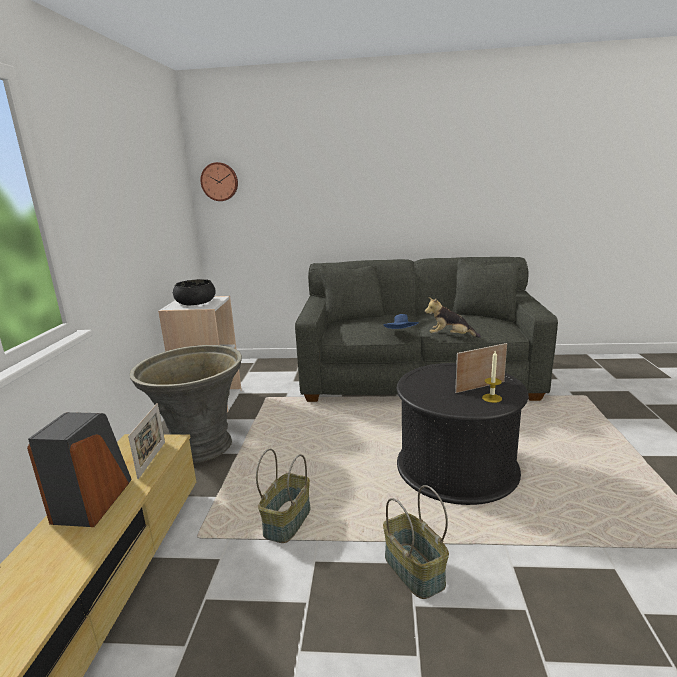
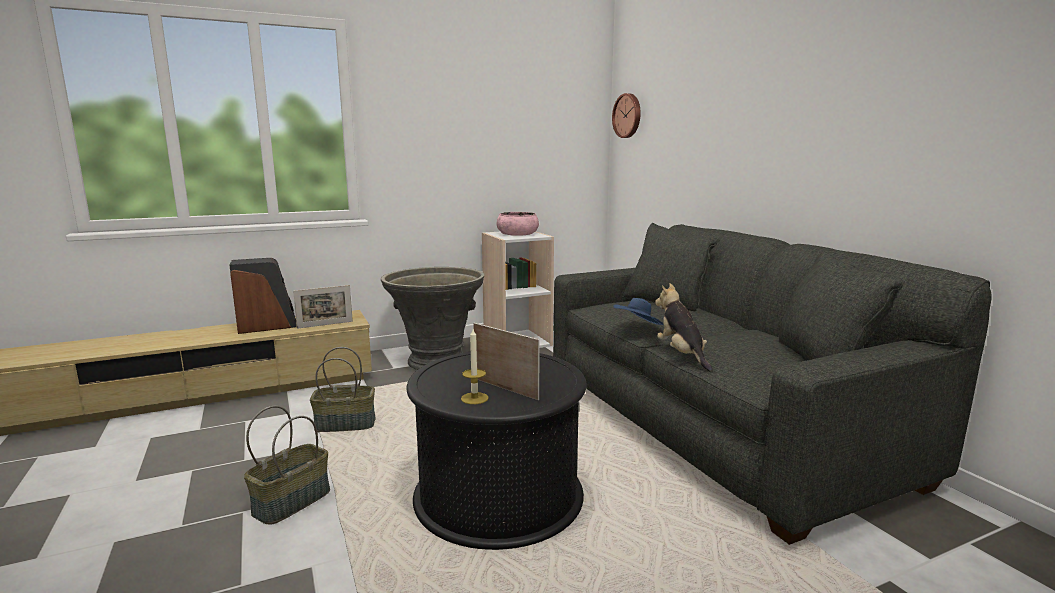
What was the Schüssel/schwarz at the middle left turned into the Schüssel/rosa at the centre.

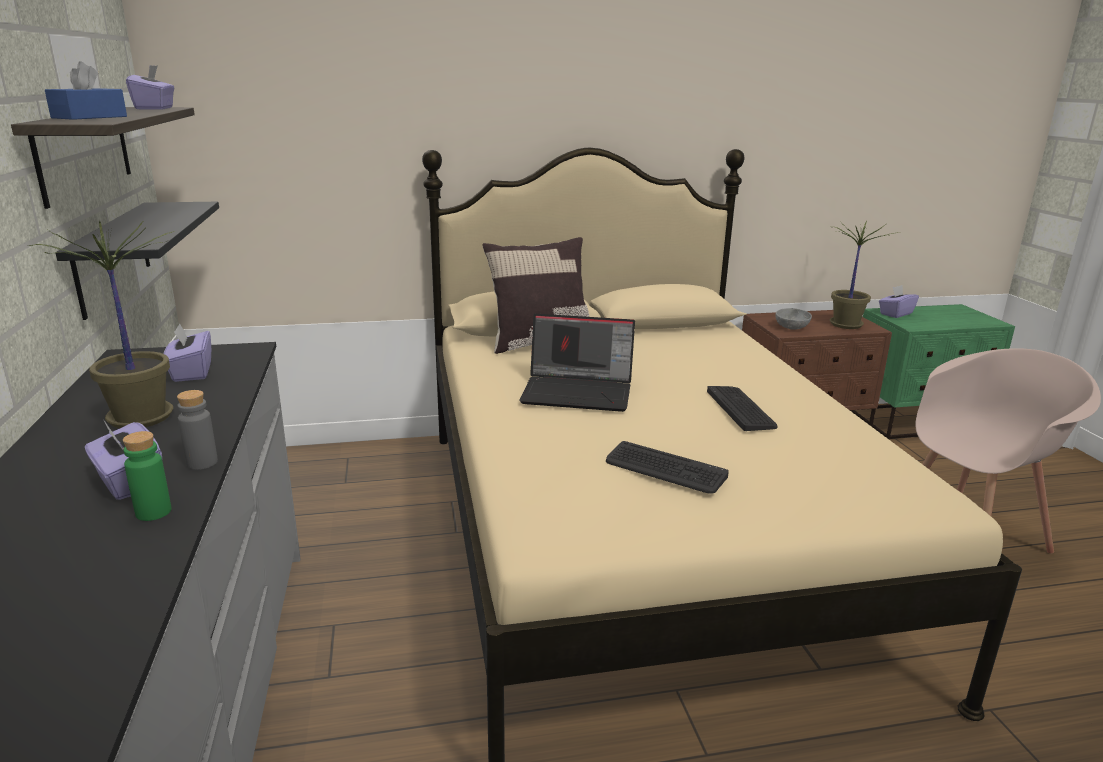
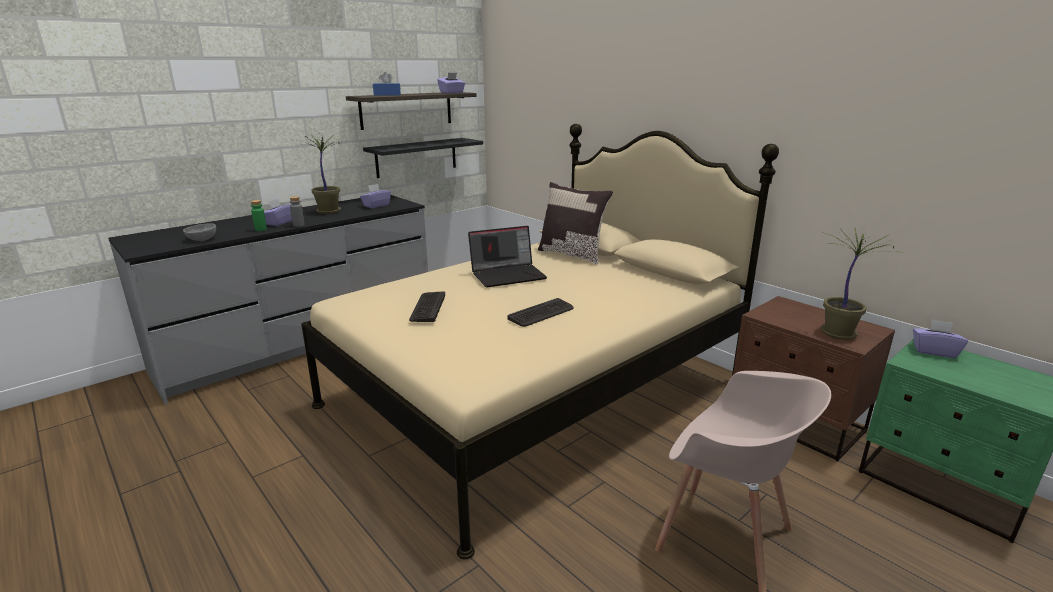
The Laptop at the centre ended up facing another way, 90 degrees counterclockwise from before. The Schüssel/grau ended up elsewhere, having gone from the middle right to the middle left.

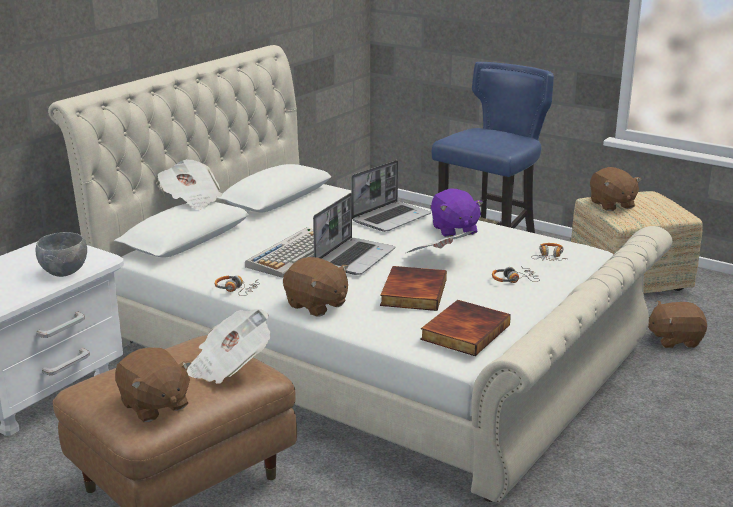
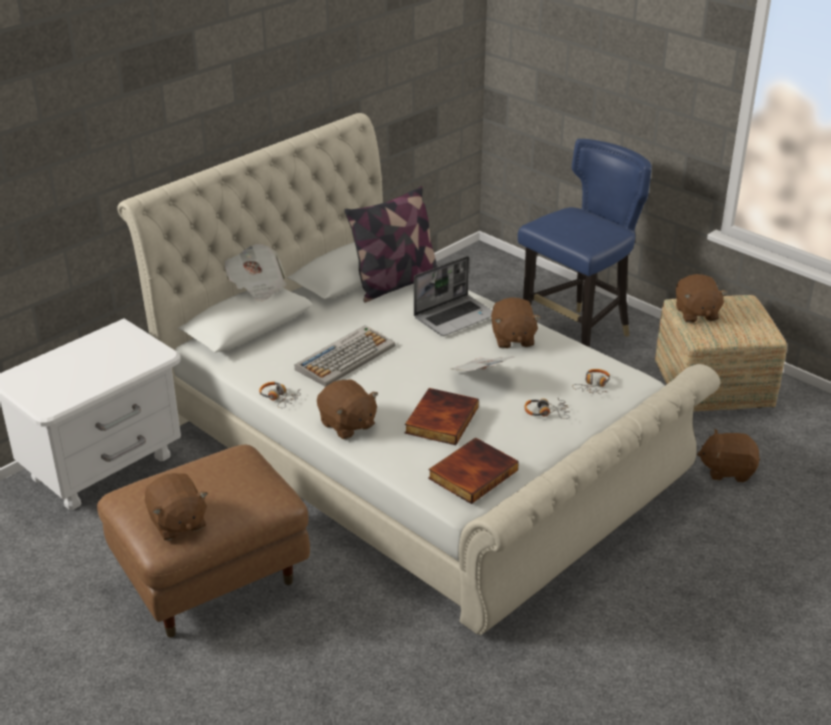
The second view lost the Schüssel/grau at the middle left. The second view lost the Zeitung (no. 2 from left) at the bottom left. The second view lost the Laptop (no. 1 from left) at the centre. What was the Plüschtier/lila at the centre turned into the Plüschtier/braun (no. 3 from left) at the centre. The second view gained the Kissen at the centre.

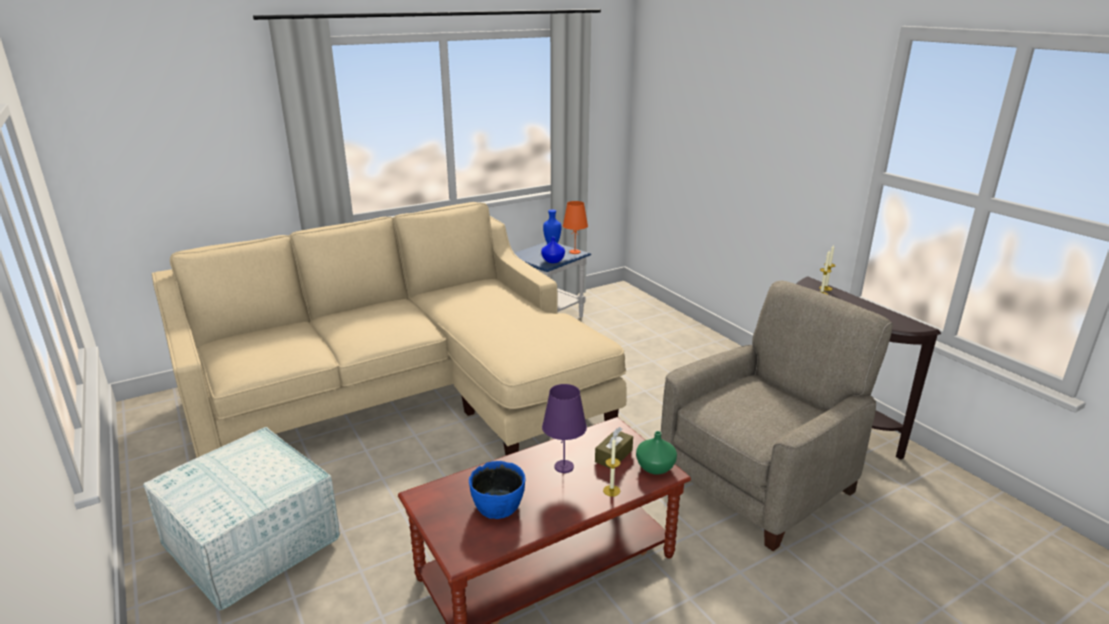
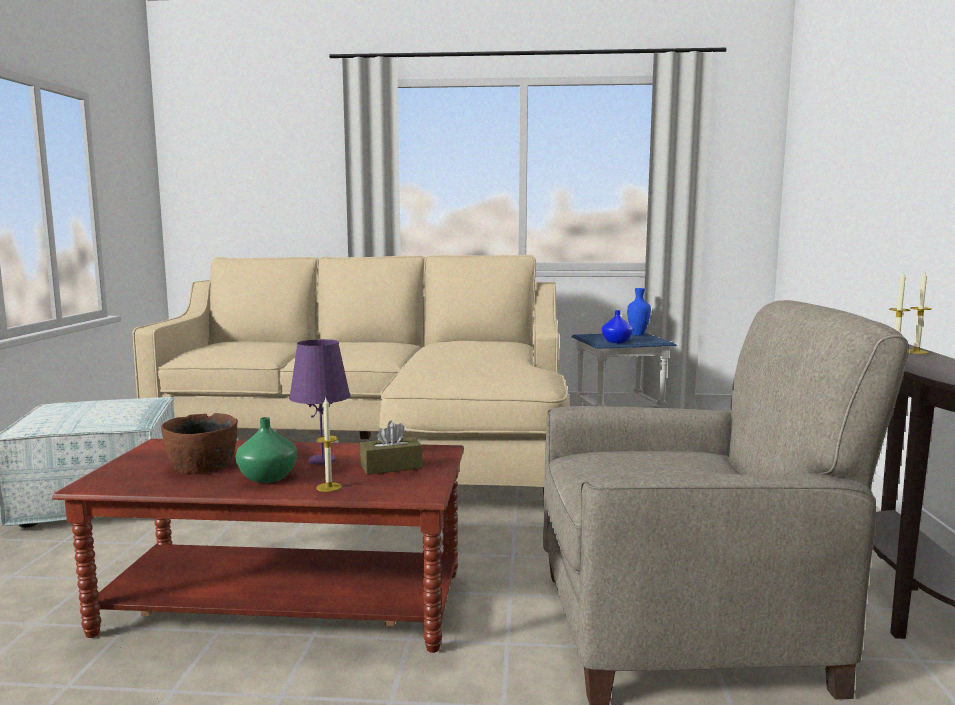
What was the Schüssel/blau at the bottom centre turned into the Schüssel/braun at the middle left. The second view lost the Tischlampe/orange at the centre. The Vase/grün ended up elsewhere, having gone from the bottom centre to the middle left.

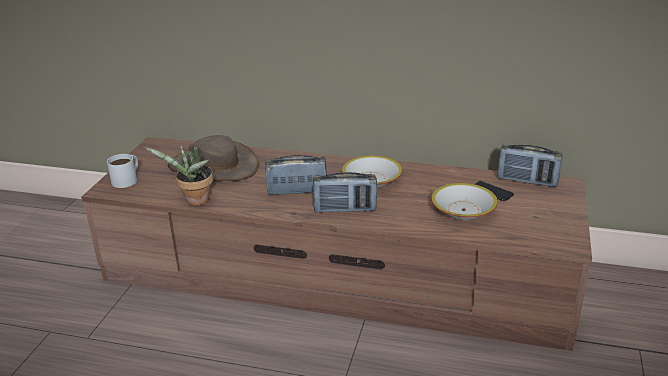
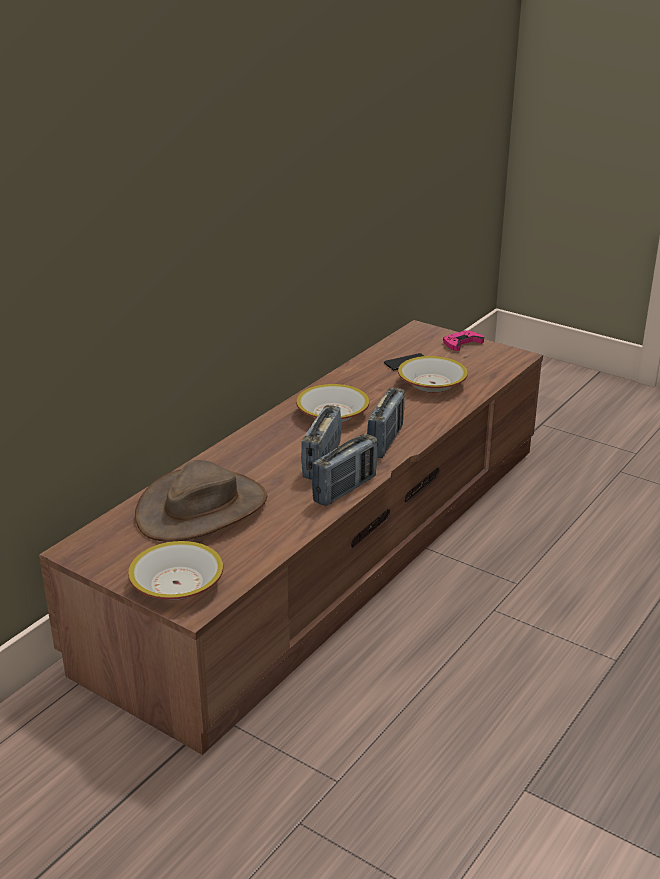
Where the Henkelbecher/weiß stood at the middle left, the Schüssel (no. 1 from left) came to stand at the middle left. The second view lost the Topfpflanze at the middle left. The Radio (no. 3 from left in the first image) ended up elsewhere, having gone from the middle right to the centre. The second view gained the Gamepad/rosa at the middle right.

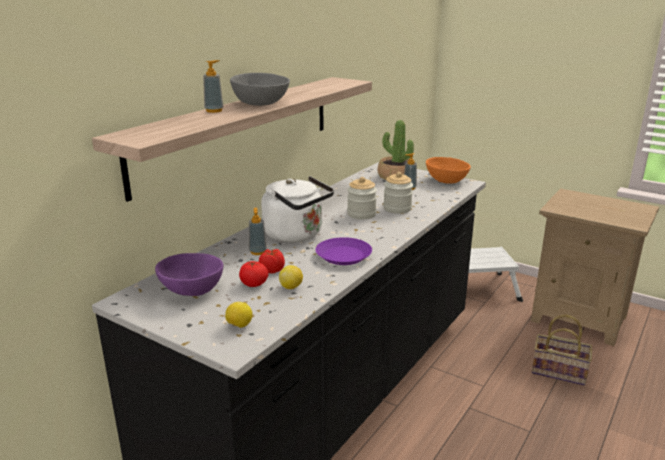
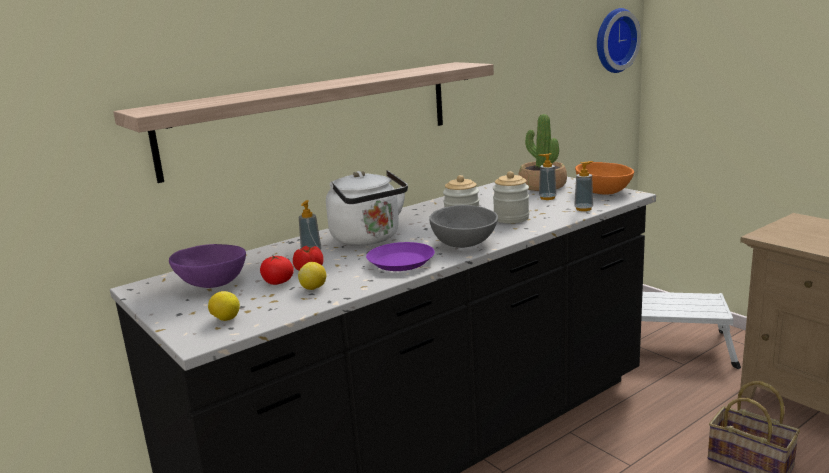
The Seifenspender (no. 1 from left in the first image) ended up elsewhere, having gone from the top left to the middle right. The Schüssel/grau ended up elsewhere, having gone from the top centre to the centre. The second view gained the Wanduhr at the top right.

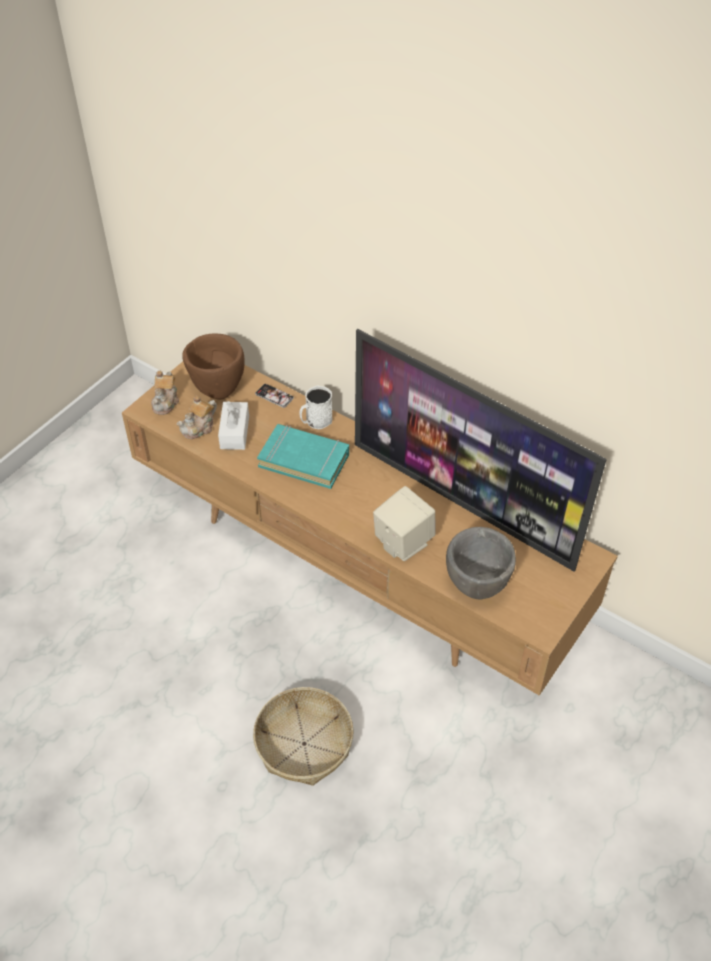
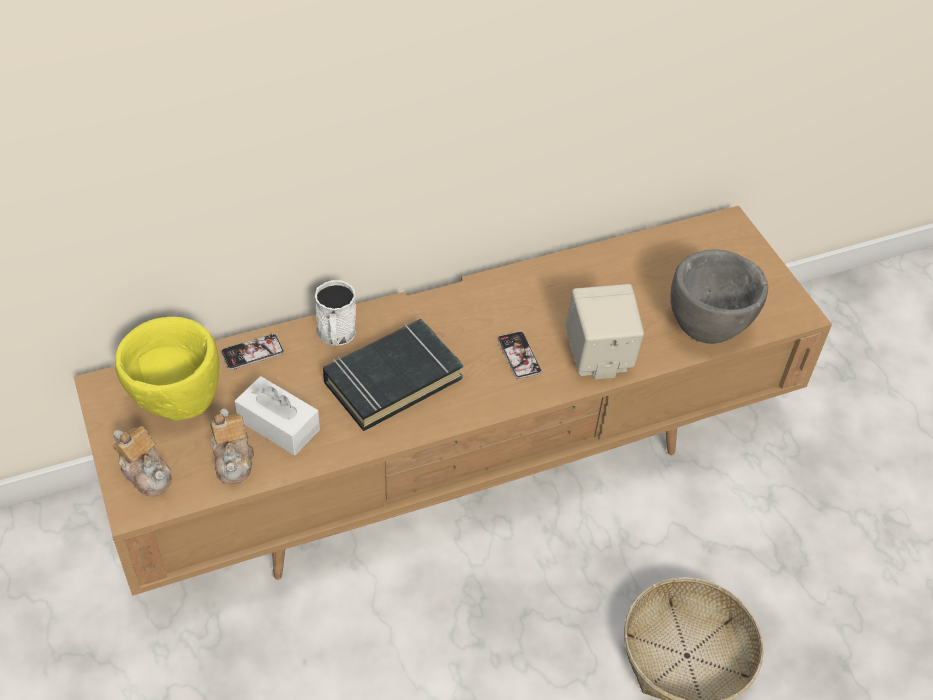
What was the Schüssel/braun at the middle left turned into the Schüssel/gelb at the middle left. What was the Buch/türkis at the centre turned into the Buch/schwarz at the centre. The second view lost the Fernseher at the middle right. The second view gained the Handy (no. 2 from left) at the centre.

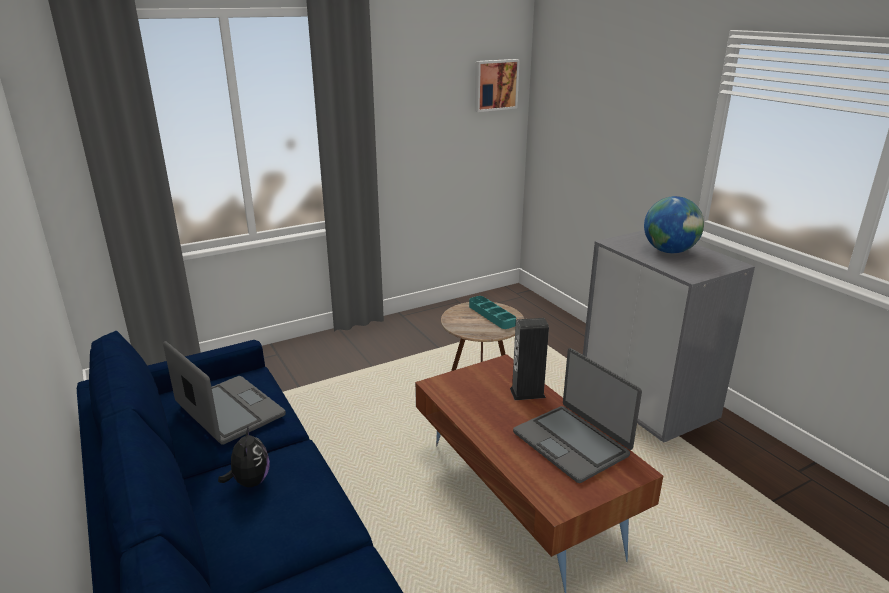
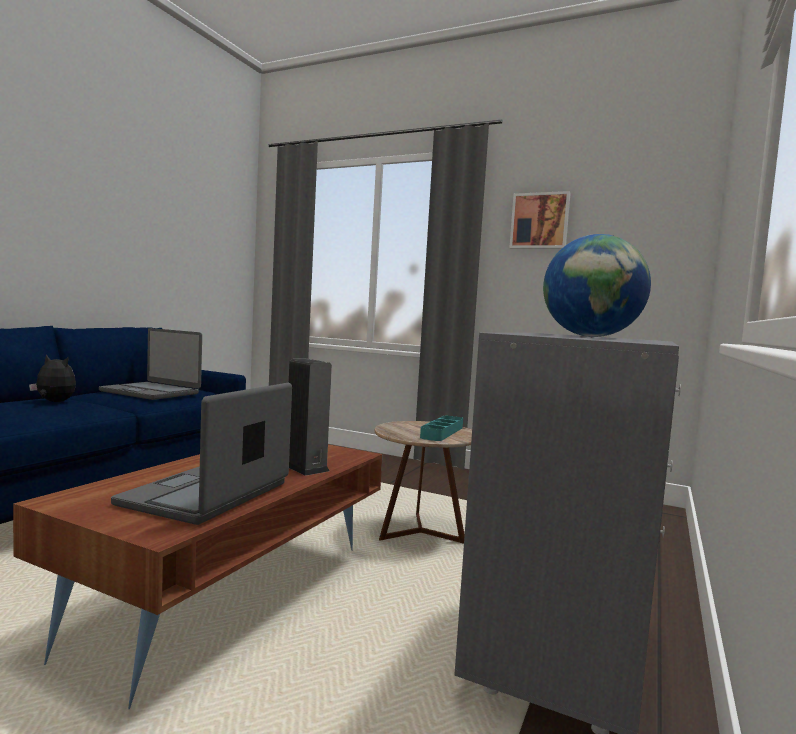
The Laptop (no. 1 from left) at the middle left ended up facing another way, 105 degrees clockwise from before. The Plüschtier at the bottom left ended up facing another way, 120 degrees counterclockwise from before. The Bild ended up elsewhere, having gone from the top centre to the top right.

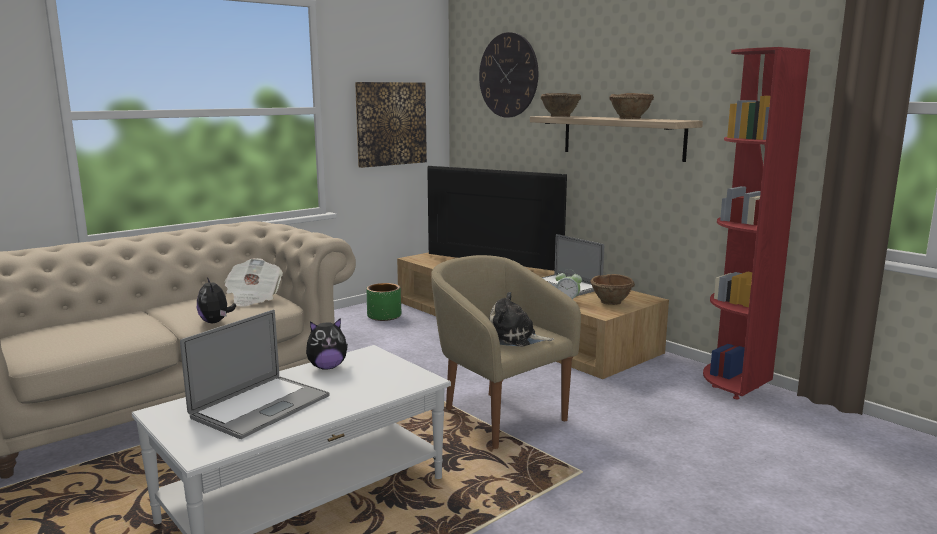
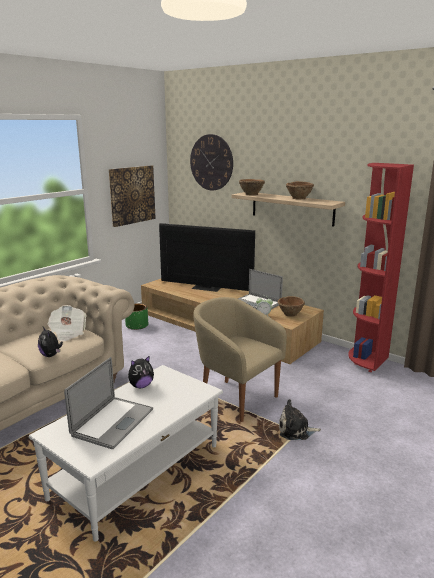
The Plüschtier (no. 3 from left) ended up elsewhere, having gone from the centre to the bottom right.

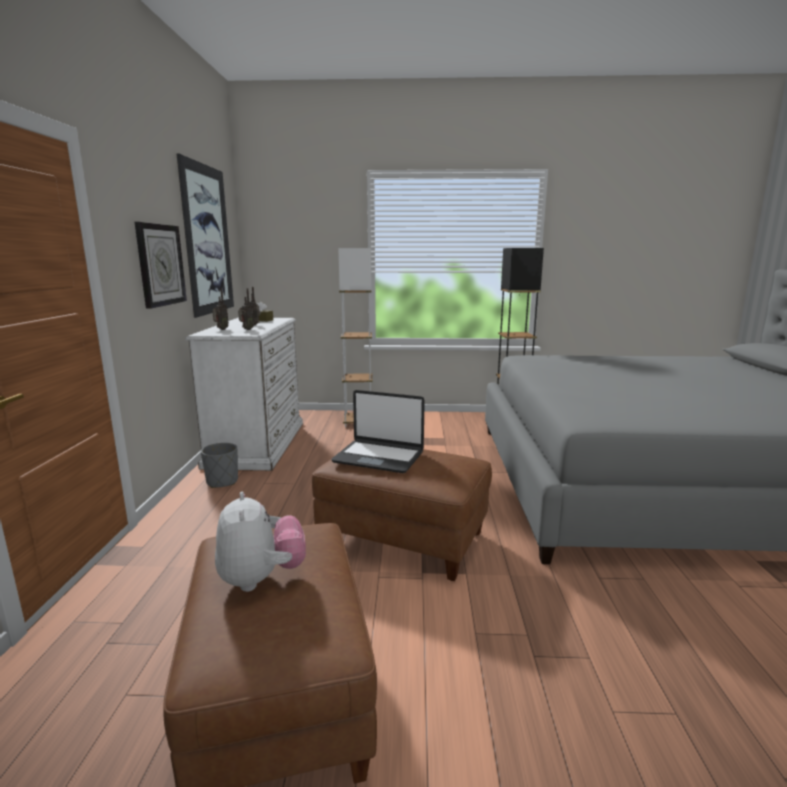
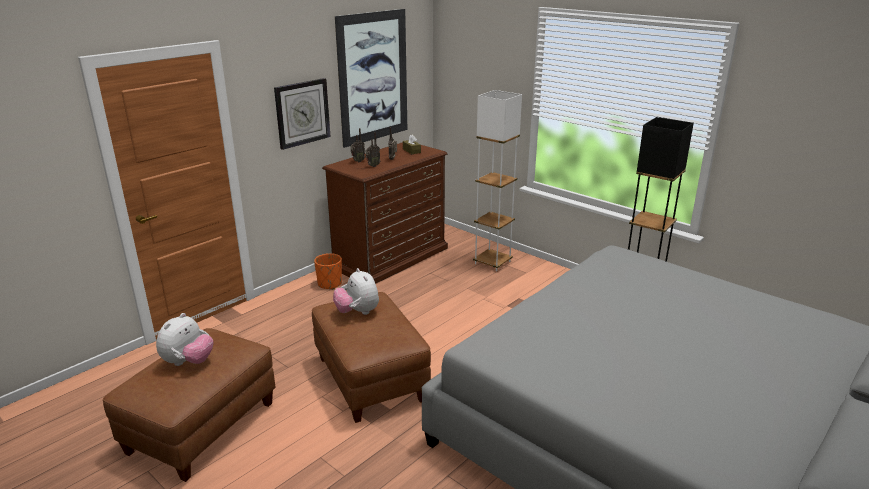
What was the Kommode/weiß at the middle left turned into the Kommode/braun at the centre. What was the Pflanzkübel/grau at the middle left turned into the Pflanzkübel/orange at the centre. Where the Laptop stood at the centre, the Plüschtier (no. 2 from left) came to stand at the centre.

